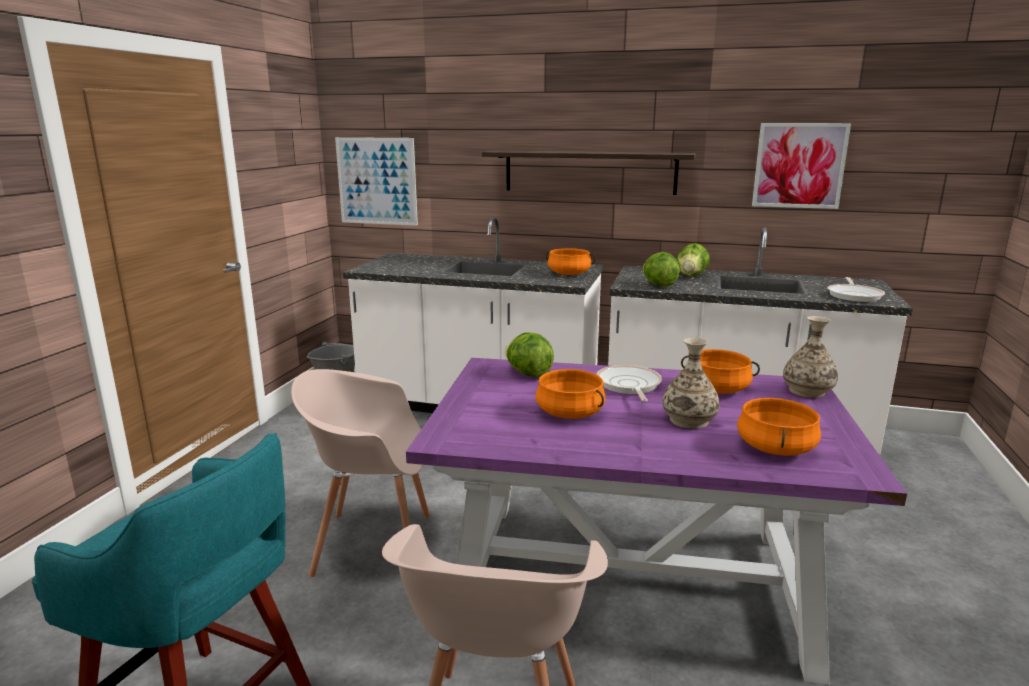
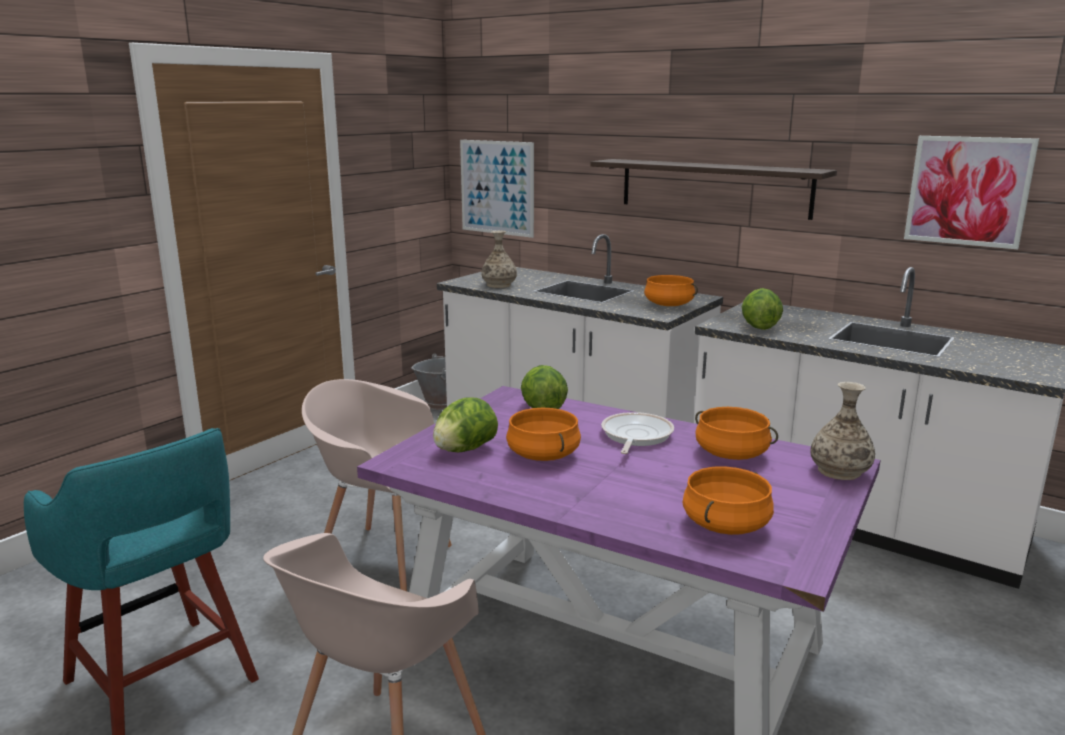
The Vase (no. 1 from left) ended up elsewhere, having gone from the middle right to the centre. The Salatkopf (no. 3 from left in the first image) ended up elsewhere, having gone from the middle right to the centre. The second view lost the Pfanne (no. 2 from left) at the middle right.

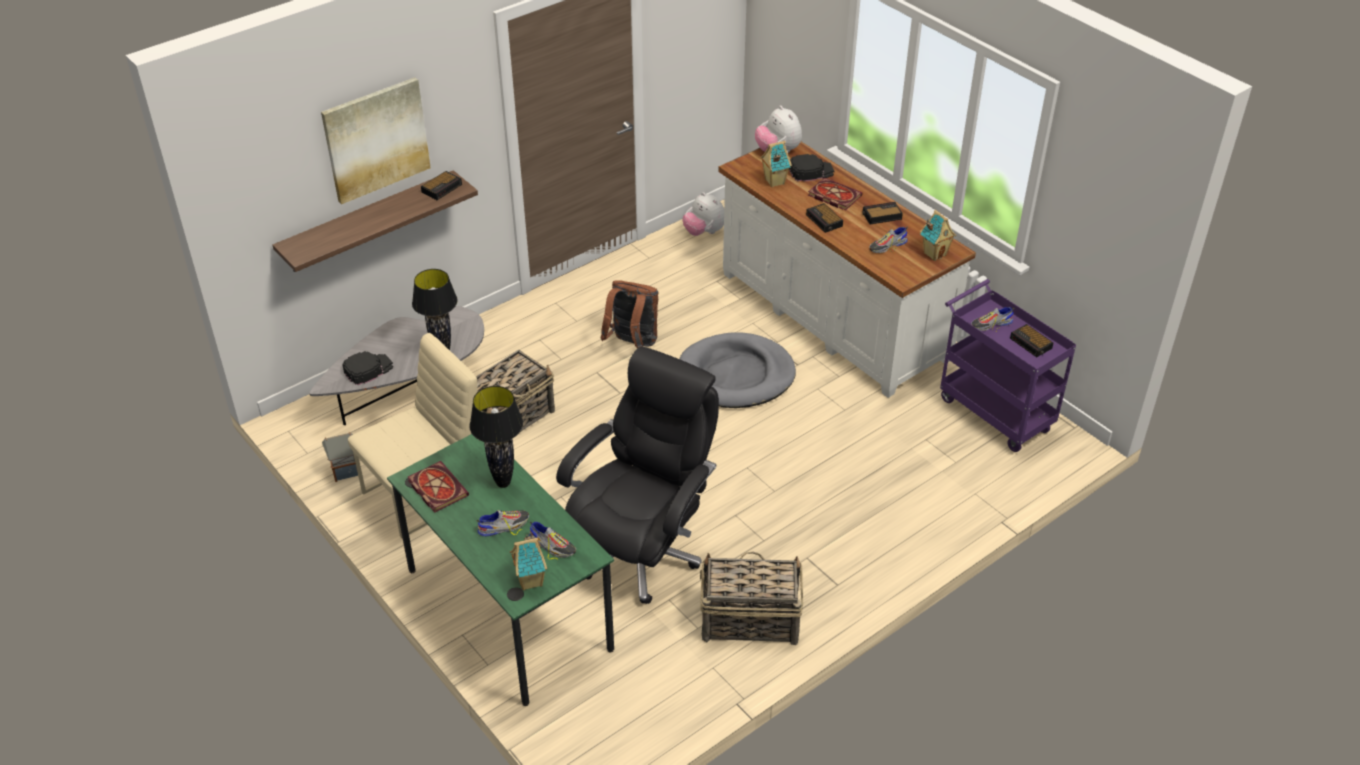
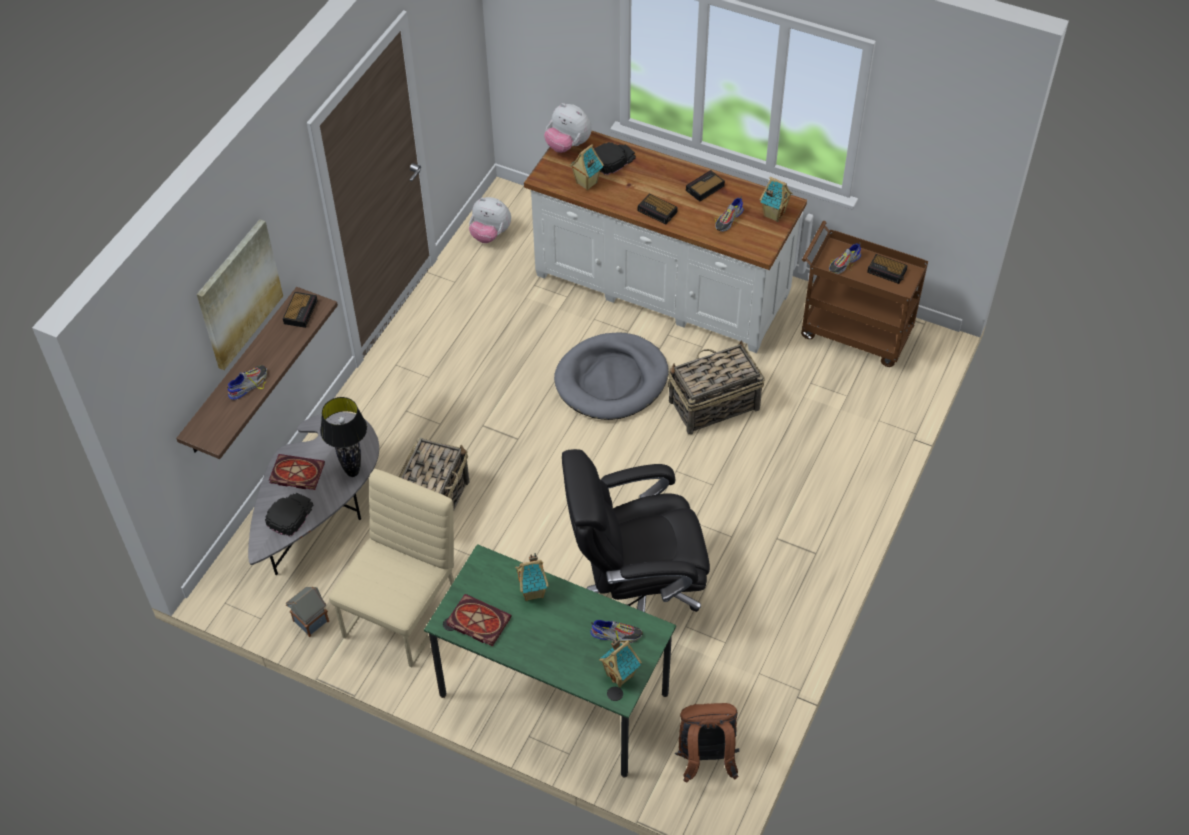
Where the Tischlampe/schwarz (no. 2 from left) stood at the centre, the Spielzeughaus (no. 2 from left) came to stand at the bottom centre. The Schuh (no. 1 from left) ended up elsewhere, having gone from the bottom centre to the middle left. The Bürostuhl/schwarz at the centre ended up facing another way, 105 degrees counterclockwise from before. The Rucksack/braun ended up elsewhere, having gone from the centre to the bottom centre. The Korb (no. 2 from left) ended up elsewhere, having gone from the bottom centre to the centre. The Buch (no. 2 from left in the first image) ended up elsewhere, having gone from the top centre to the middle left. What was the Rollwagen/lila at the middle right turned into the Rollwagen/braun at the middle right.

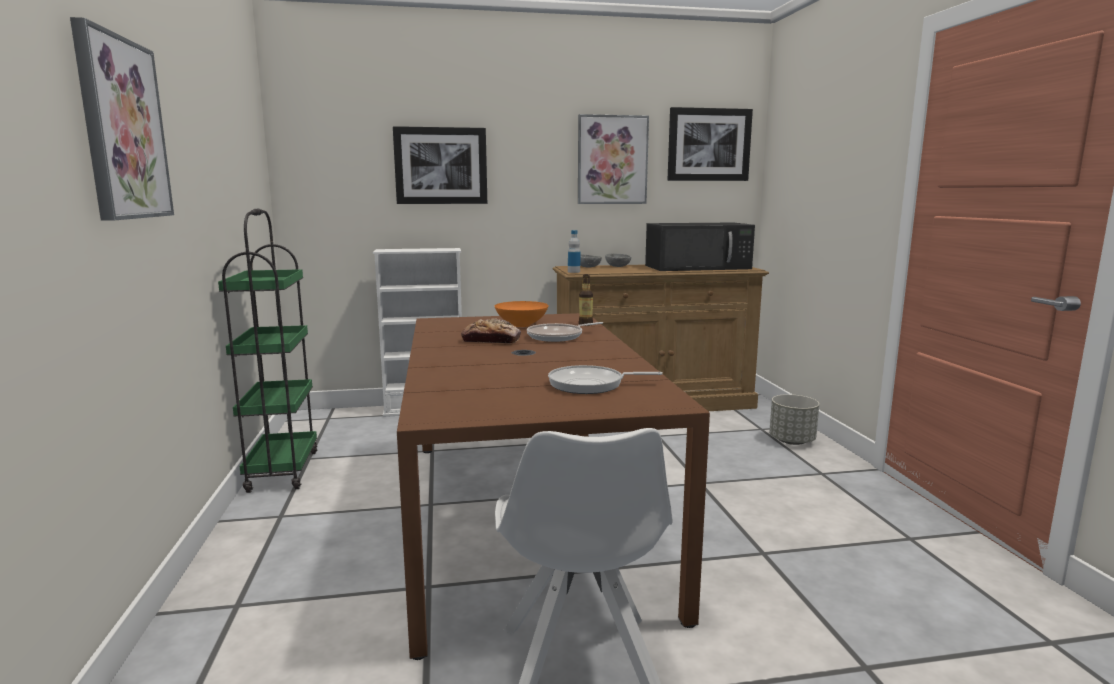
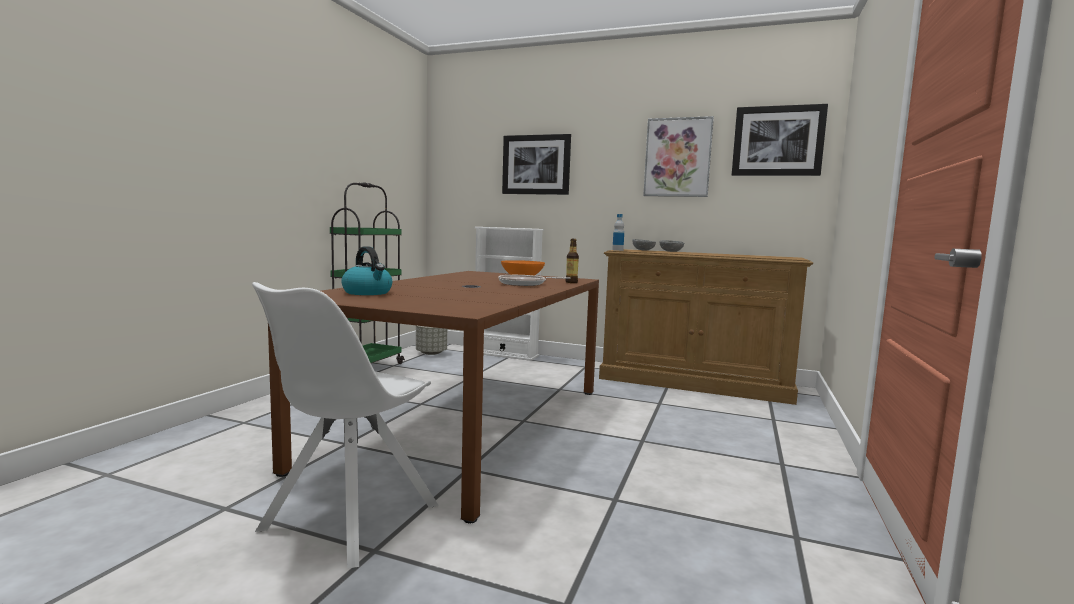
The second view lost the Bild (no. 1 from left) at the top left. The second view lost the Brot at the centre. The second view lost the Pfanne (no. 2 from left) at the centre. The second view lost the Mikrowelle/schwarz at the centre. The Pflanzkübel/grau ended up elsewhere, having gone from the middle right to the centre. The second view gained the Wasserkessel at the centre.

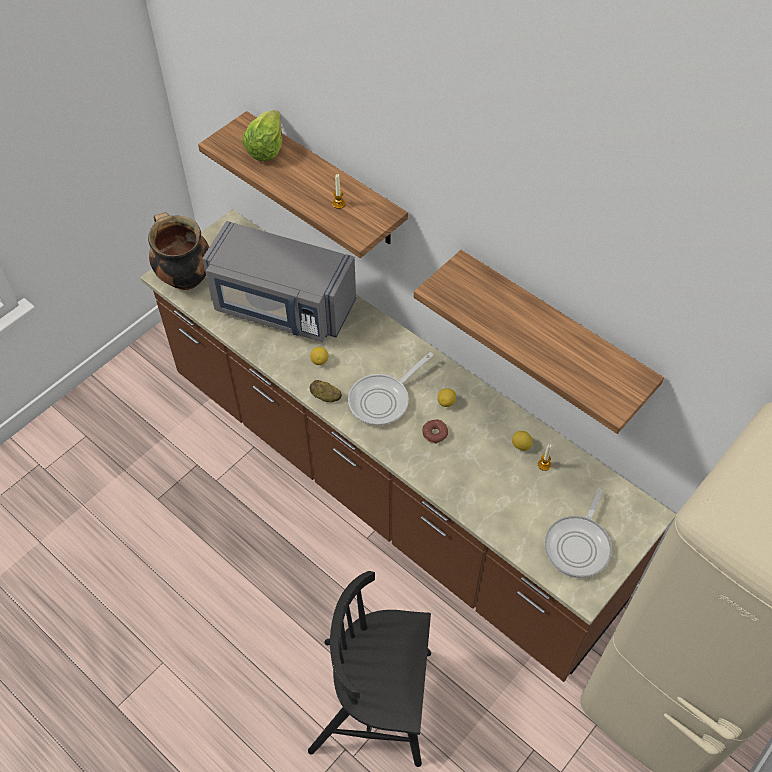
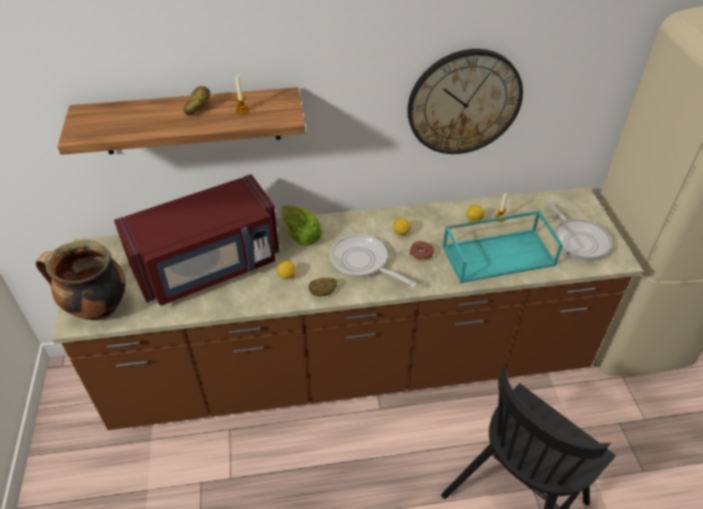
What was the Mikrowelle/grau at the centre turned into the Mikrowelle/rot at the middle left. The Salatkopf ended up elsewhere, having gone from the top centre to the centre. The Pfanne (no. 1 from left) at the centre ended up facing another way, 135 degrees clockwise from before. Where the Wandregal (no. 2 from left) hung at the middle right, the Wanduhr came to hang at the top centre. The second view gained the Kartoffel (no. 1 from left) at the top left. The second view gained the Tablett/türkis at the middle right.

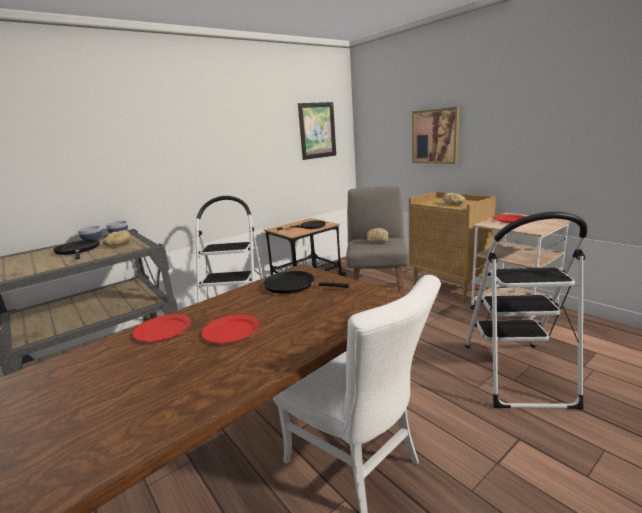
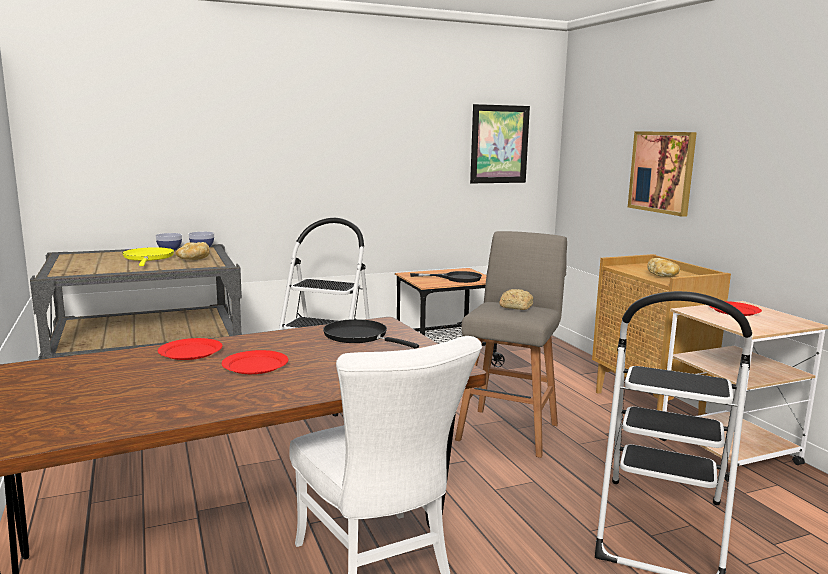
What was the Pfanne/schwarz (no. 1 from left) at the middle left turned into the Pfanne/gelb at the middle left.

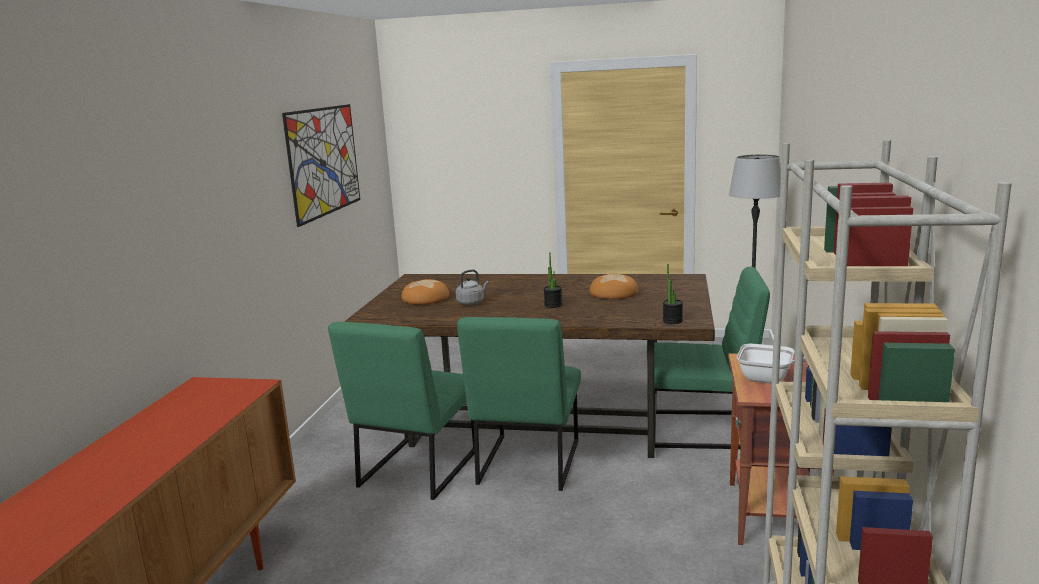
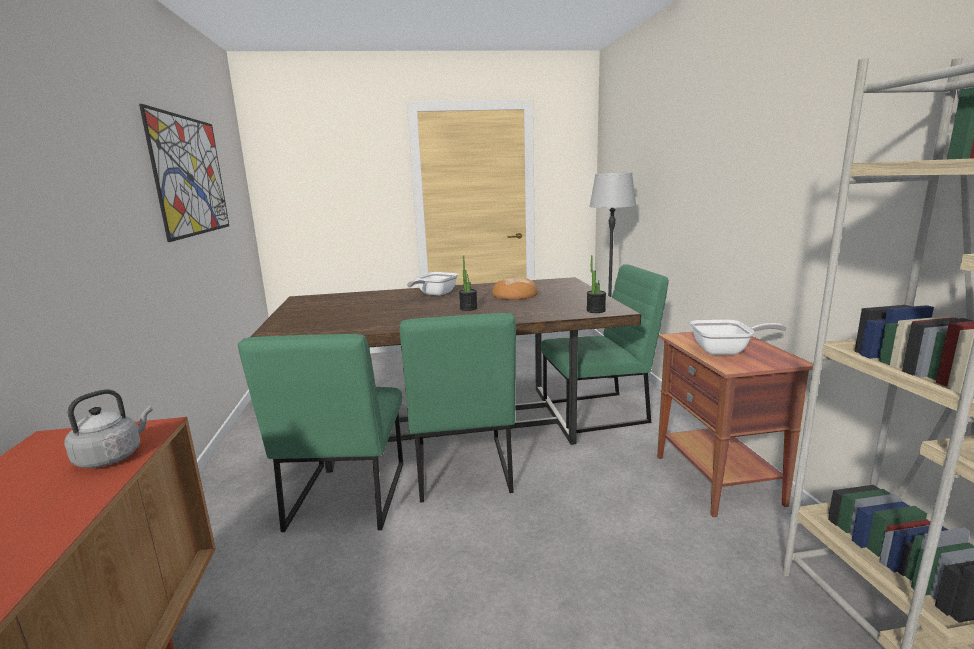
The second view lost the Brot (no. 1 from left) at the centre. The Wasserkessel/grau ended up elsewhere, having gone from the centre to the middle left. The second view gained the Pfanne (no. 1 from left) at the centre.

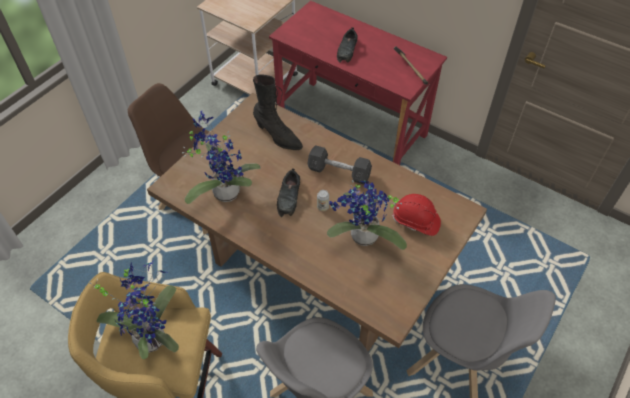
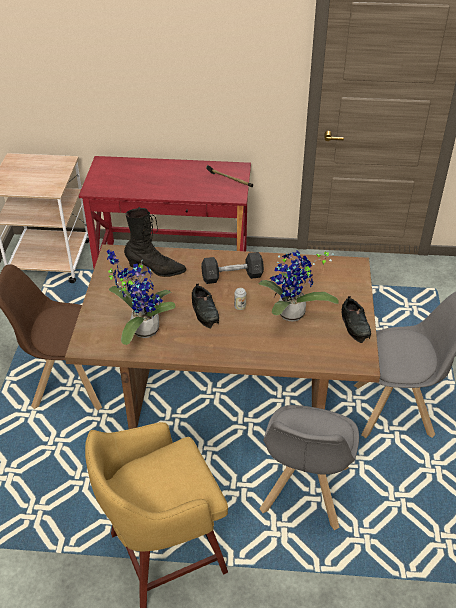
The second view lost the Topfpflanze (no. 1 from left) at the bottom left. The Schuh/schwarz (no. 2 from left) ended up elsewhere, having gone from the top centre to the middle right. The second view lost the Schutzhelm/rot at the centre.

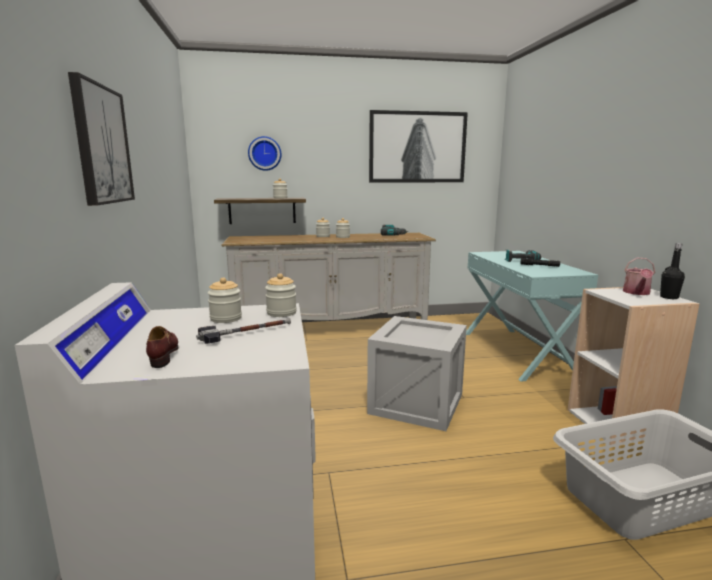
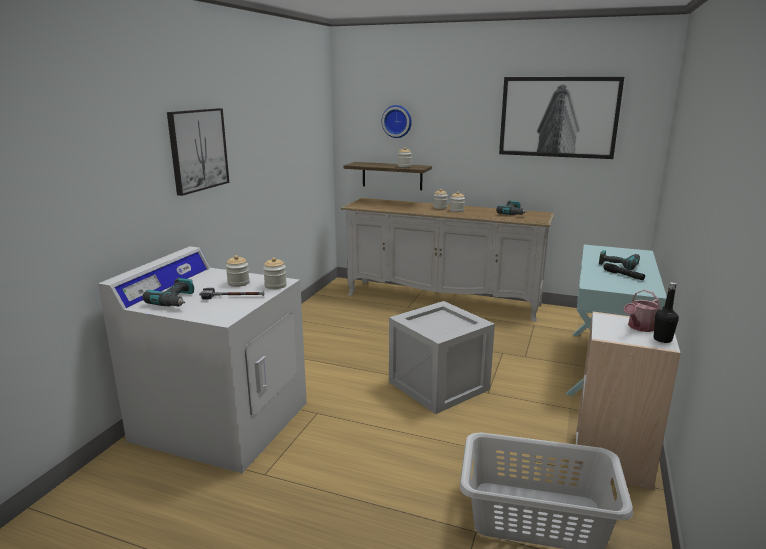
Where the Schuh/braun stood at the middle left, the Bohrmaschine (no. 1 from left) came to stand at the middle left.

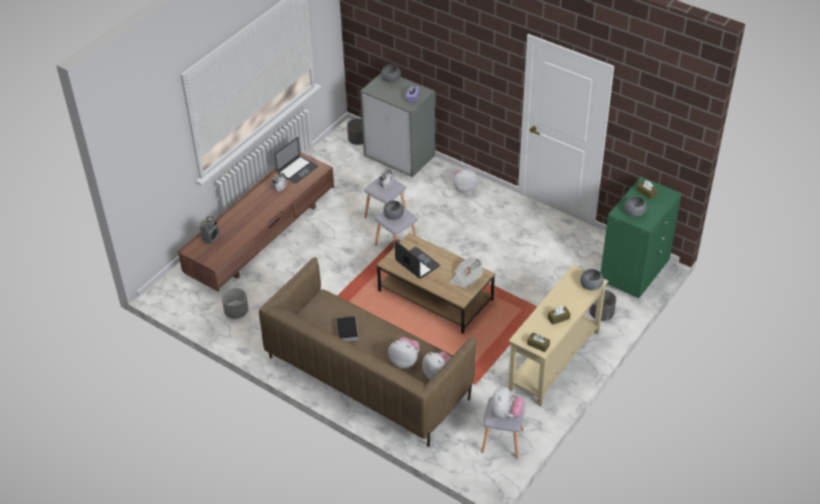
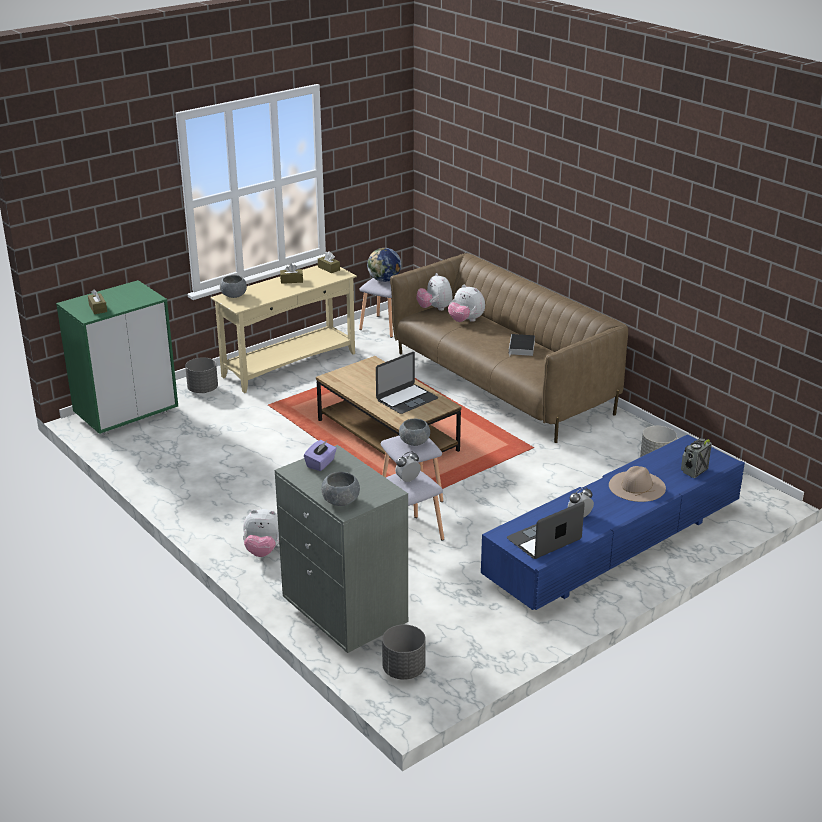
What was the Fernsehschrank/braun at the middle left turned into the Fernsehschrank/blau at the middle right. The Laptop (no. 2 from left in the first image) at the centre ended up facing another way, 105 degrees counterclockwise from before. The second view lost the Zeitung at the centre. Where the Plüschtier (no. 4 from left) stood at the bottom centre, the Globus came to stand at the top centre. The second view lost the Schüssel/grau (no. 4 from left) at the middle right. The second view gained the Hut/beige at the middle right.

